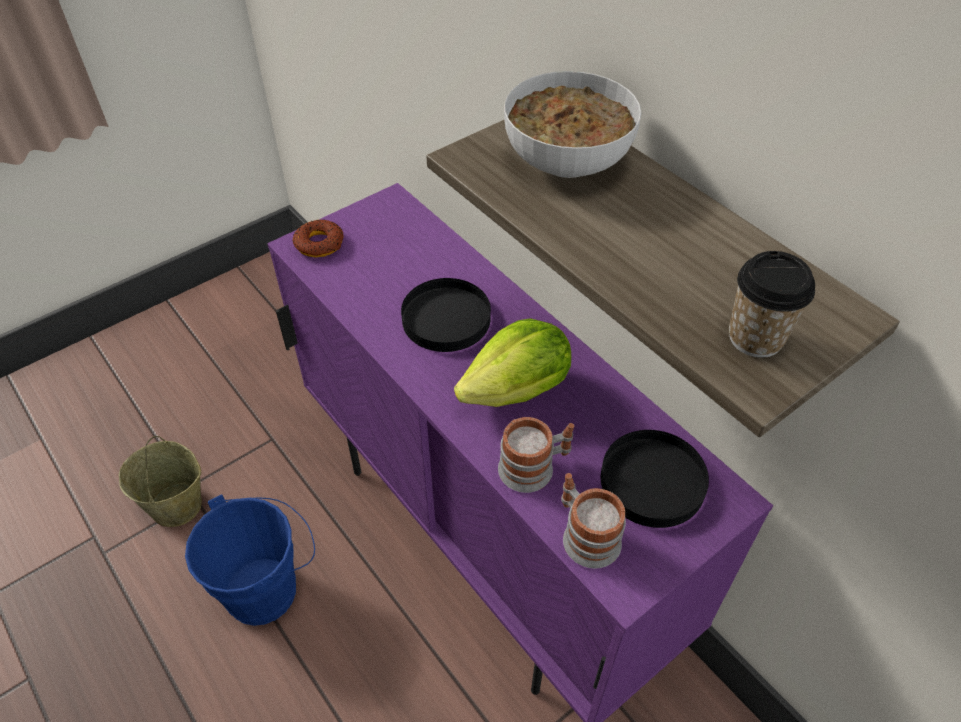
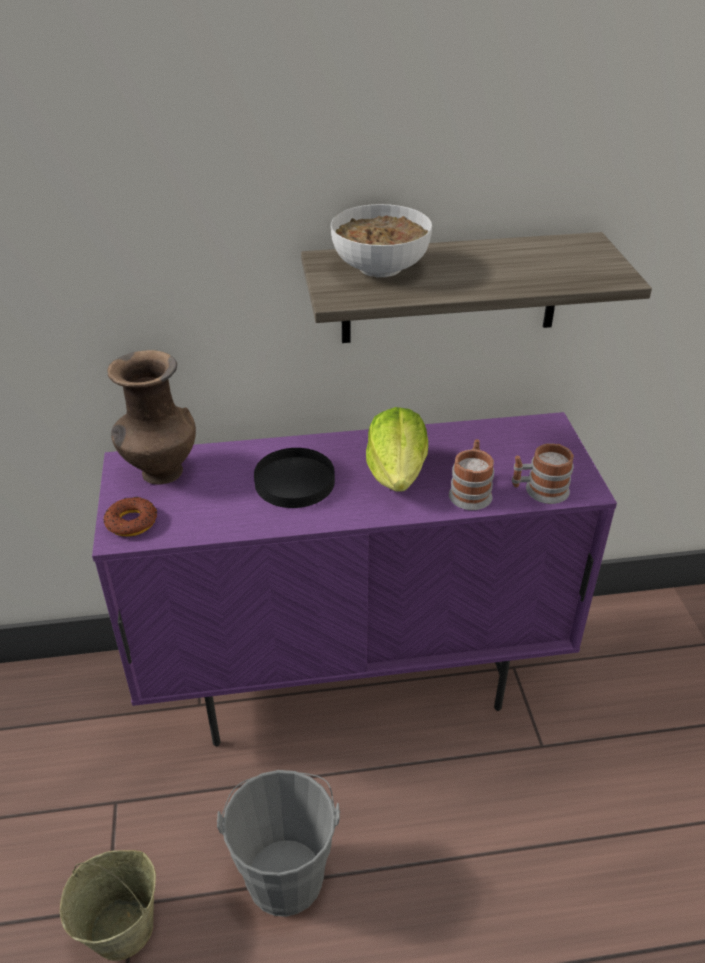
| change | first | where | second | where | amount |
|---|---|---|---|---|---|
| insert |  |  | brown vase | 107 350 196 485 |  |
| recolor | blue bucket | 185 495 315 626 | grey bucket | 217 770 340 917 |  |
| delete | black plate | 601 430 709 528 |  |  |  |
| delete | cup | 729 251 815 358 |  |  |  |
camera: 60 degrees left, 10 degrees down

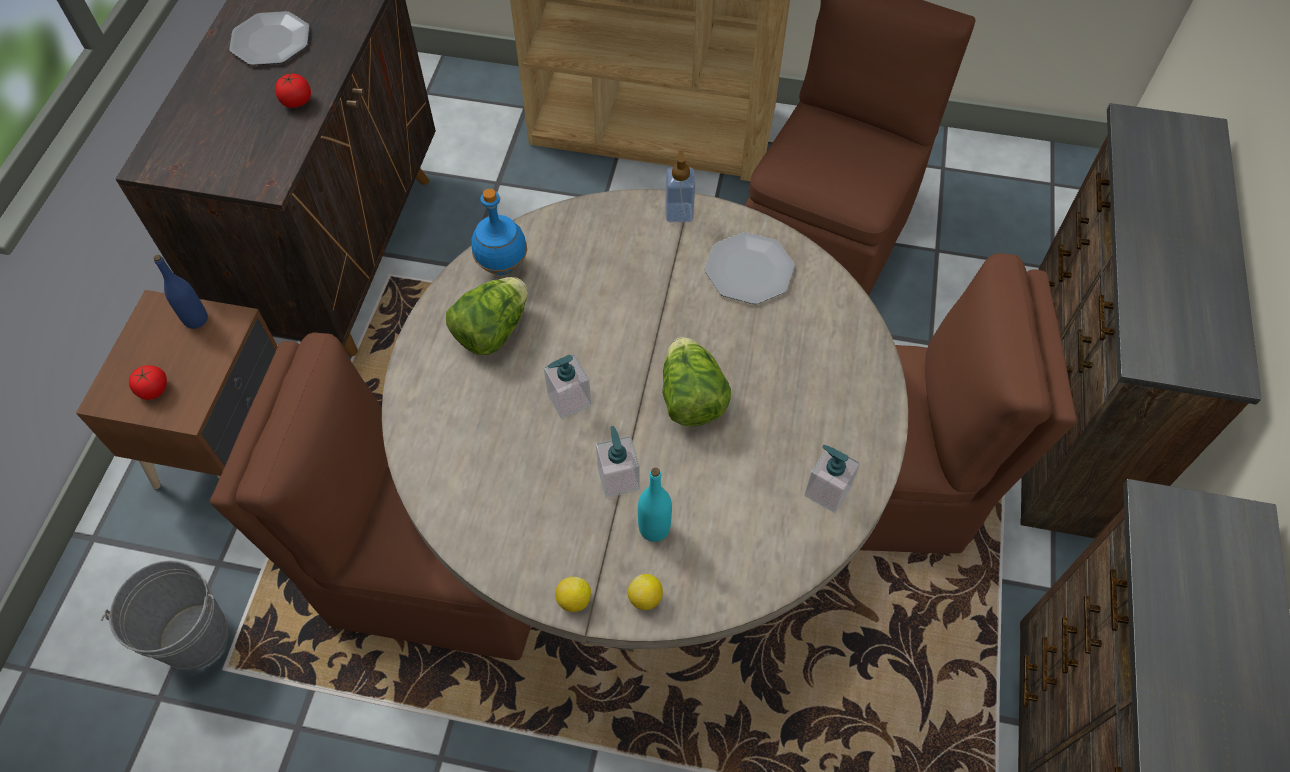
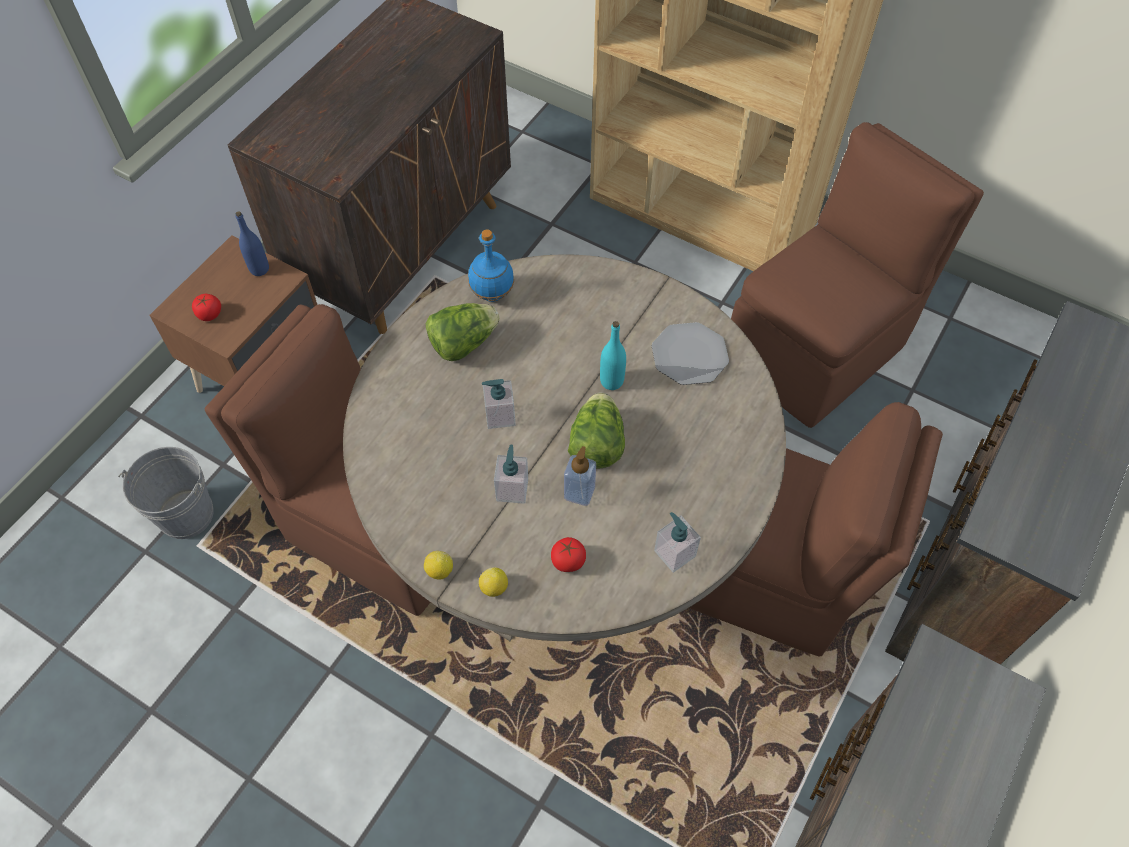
| change | first | where | second | where | amount |
|---|---|---|---|---|---|
| move | tomato | 275 73 311 108 |  | 551 537 586 572 |  |
| move | soap dispenser | 665 151 695 222 |  | 564 446 596 506 |  |
| move | turquoise bottle | 638 468 672 542 |  | 600 321 626 390 |  |
| delete | plate | 229 11 310 65 |  |  |  |
camera: 20 degrees right, 0 degrees up

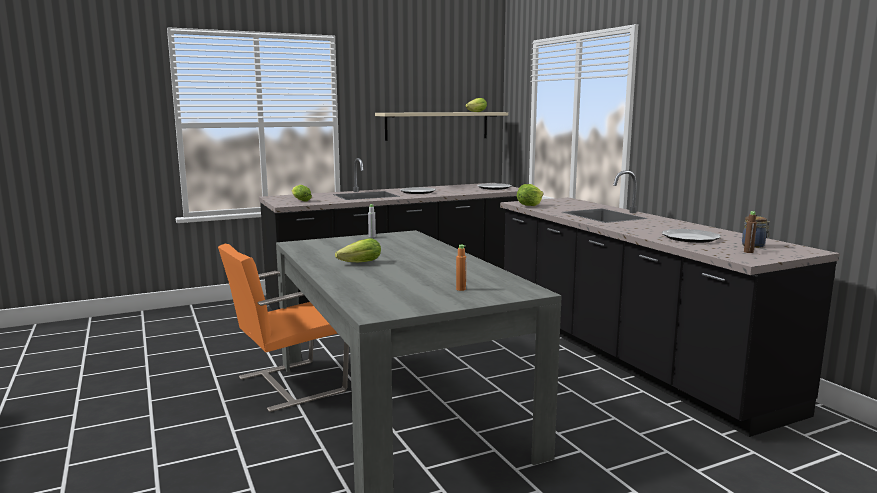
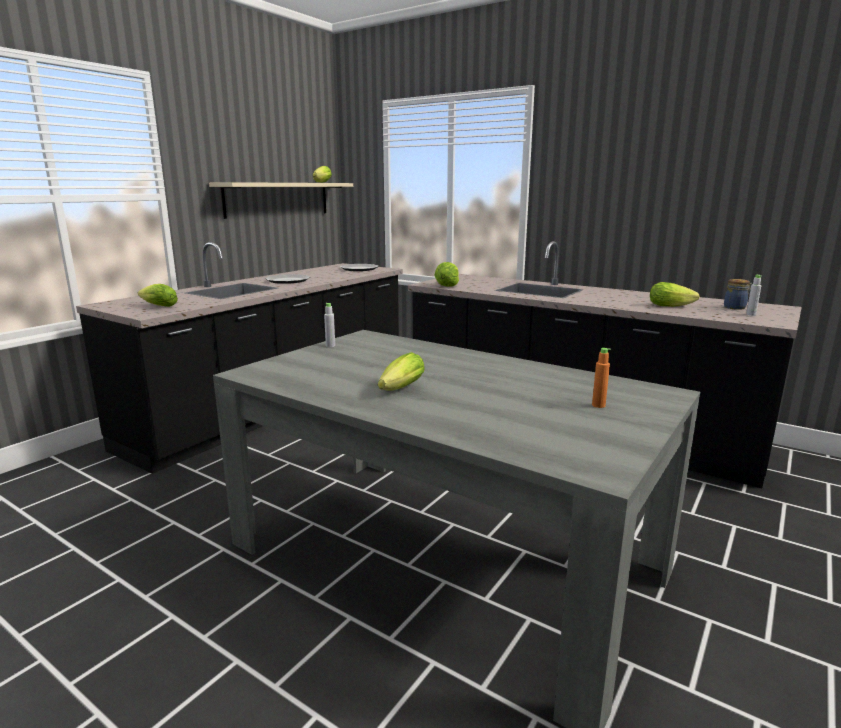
| change | first | where | second | where | amount |
|---|---|---|---|---|---|
| replace | plate | 662 229 721 243 | lettuce | 650 282 700 307 |  |
| recolor | brown bottle | 744 211 757 253 | grey bottle | 746 275 761 316 |  |
| delete | orange chair | 218 244 349 412 |  |  |  |
camera: 30 degrees left, 5 degrees up

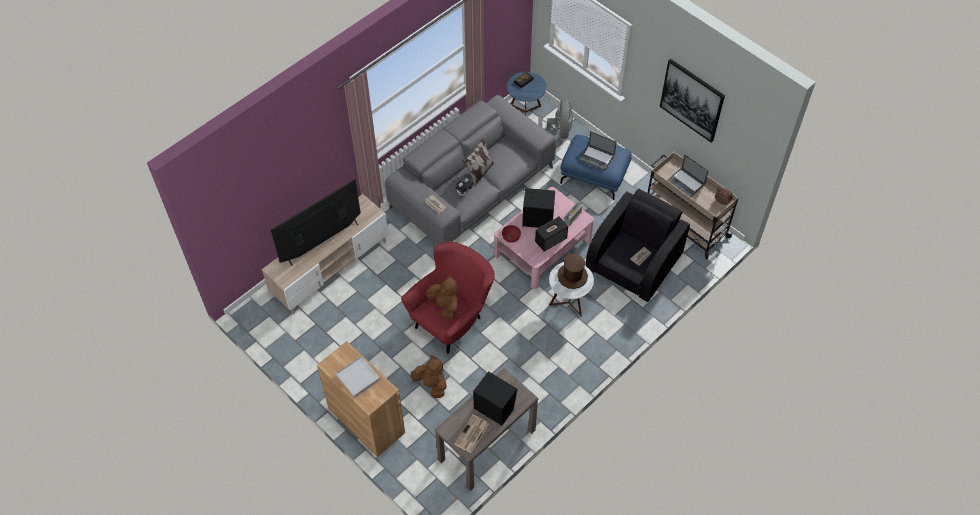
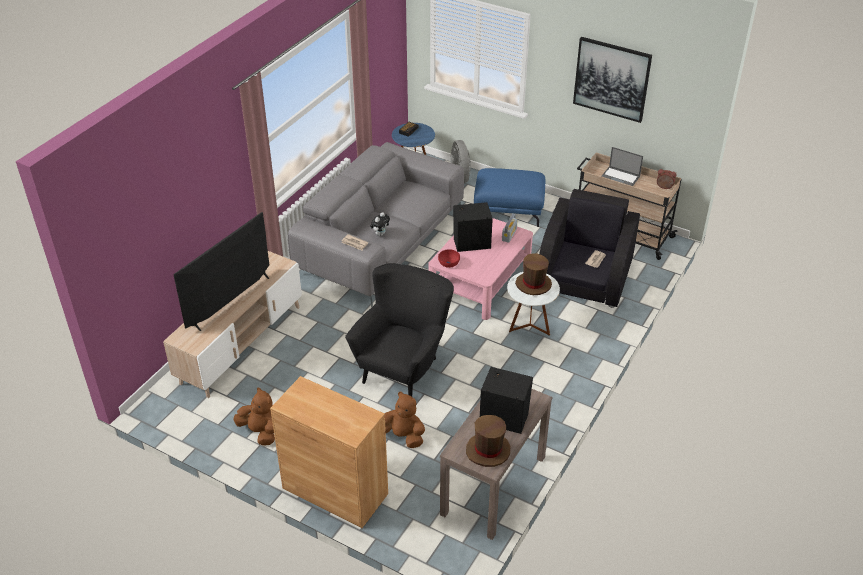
| change | first | where | second | where | amount |
|---|---|---|---|---|---|
| move | brown plush toy | 426 275 458 320 |  | 233 387 275 446 |  |
| recolor | red armchair | 401 242 495 354 | black armchair | 345 263 454 396 |  |
| replace | newspaper | 455 415 489 453 | brown hat | 466 415 510 467 |  |
| delete | white tray | 336 356 380 398 |  |  |  |
| delete | pillow | 463 138 494 187 |  |  |  |
| delete | speaker | 535 216 568 252 |  |  |  |
| delete | laptop | 579 131 617 171 |  |  |  |
camera: 15 degrees left, 15 degrees down

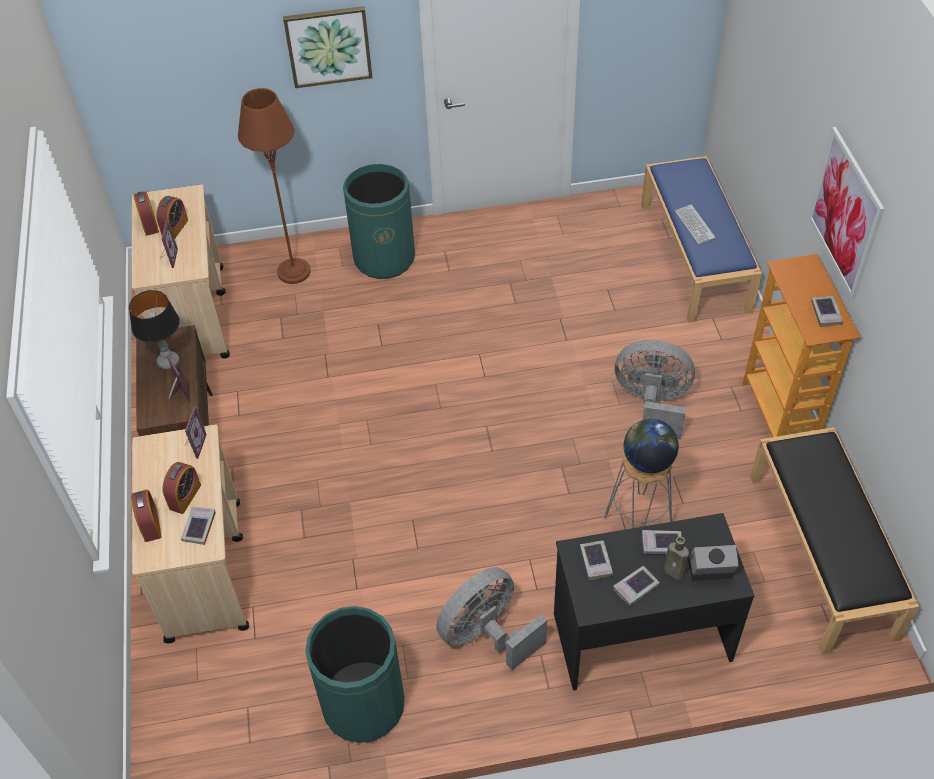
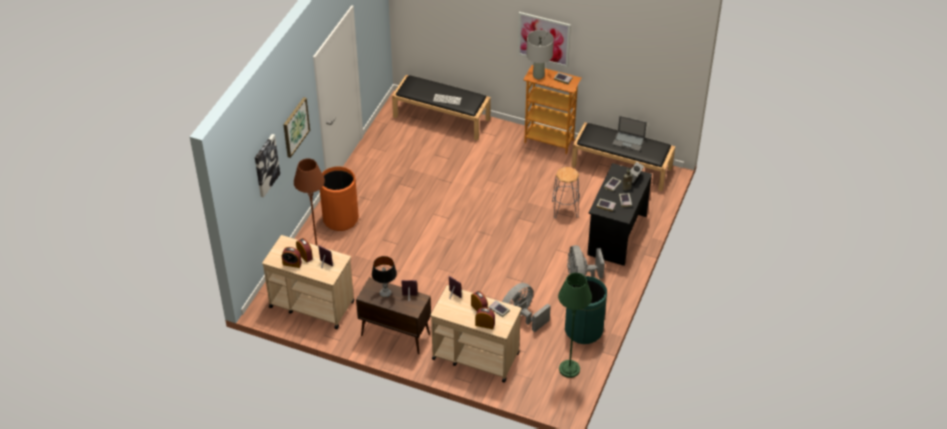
| change | first | where | second | where | amount |
|---|---|---|---|---|---|
| insert |  |  | picture | 255 134 280 198 |  |
| recolor | green trash can | 343 164 415 279 | orange trash can | 320 167 359 231 |  |
| recolor | blue bench | 641 156 762 323 | black bench | 392 75 491 141 |  |
| move | grey fan | 615 340 695 439 |  | 502 283 551 332 |  |
| insert |  |  | grey table lamp | 526 30 554 79 |  |
| insert |  |  | green floor lamp | 558 273 592 378 |  |
| insert |  |  | laptop | 612 116 647 151 |  |
| delete | globe | 624 419 679 473 |  |  |  |
camera: 60 degrees left, 5 degrees down

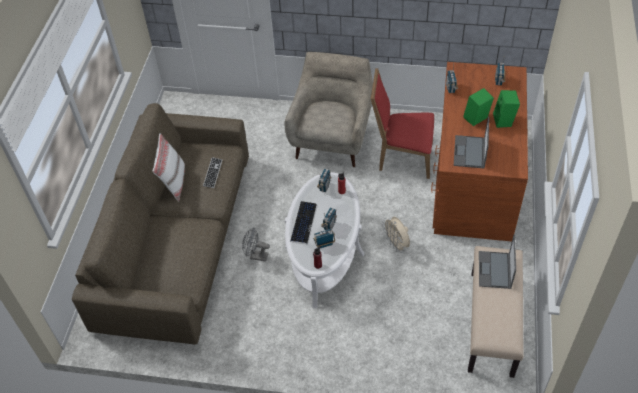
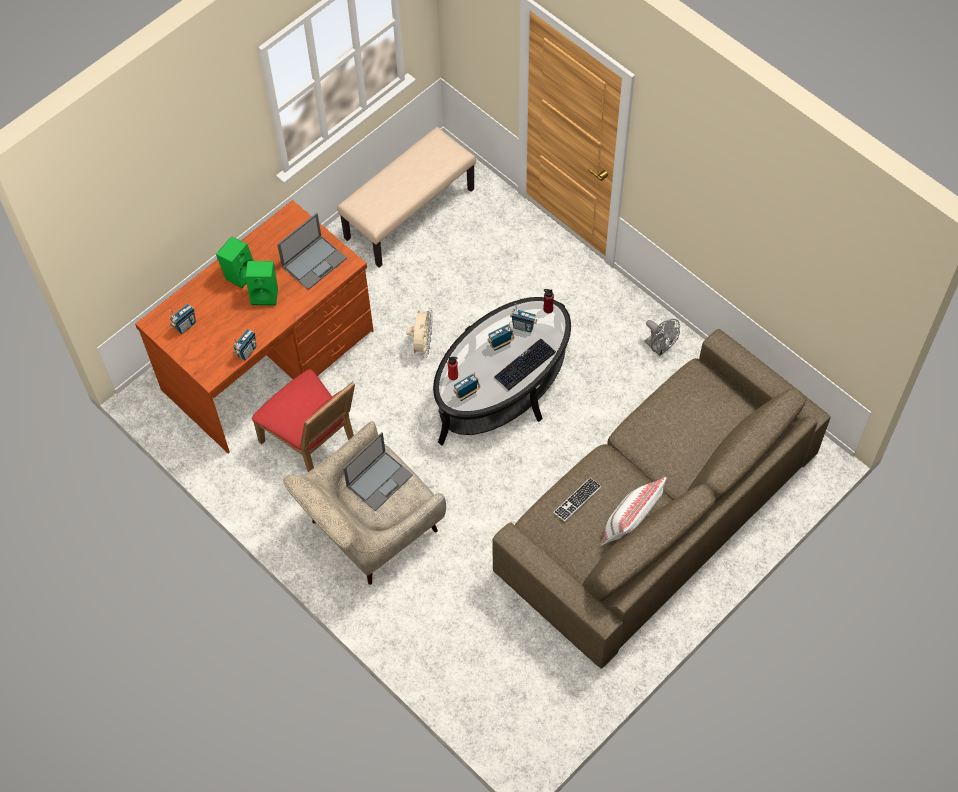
| change | first | where | second | where | amount |
|---|---|---|---|---|---|
| move | laptop | 479 235 516 289 |  | 343 432 413 511 |  |
| recolor | white coffee table | 285 172 364 308 | black coffee table | 433 297 571 446 |  |
| move | grey fan | 242 228 270 262 |  | 645 319 680 356 |  |
camera: 145 degrees left, 10 degrees up

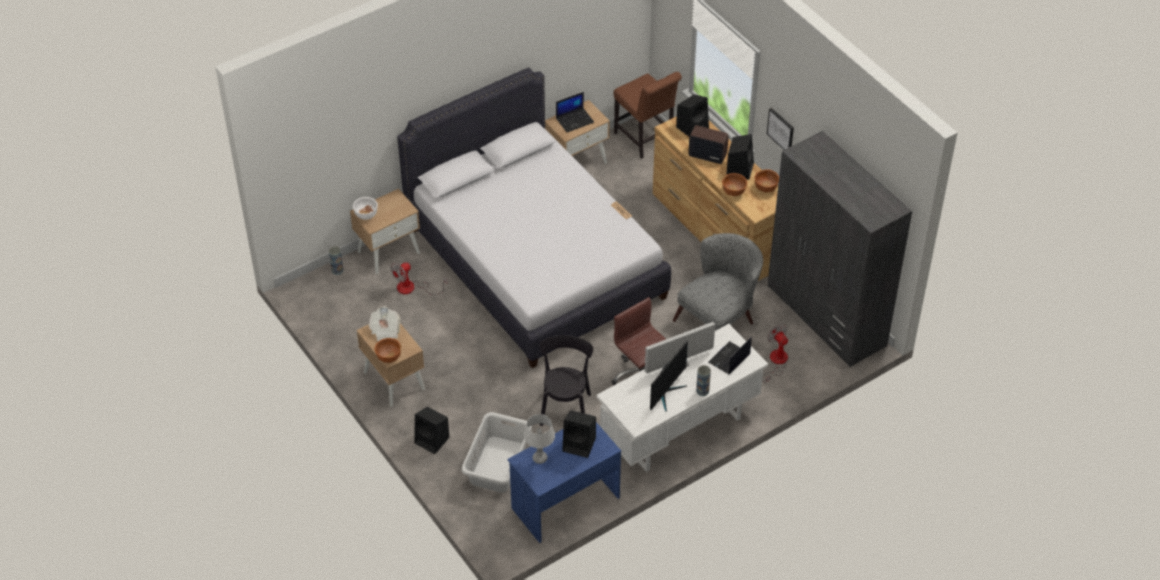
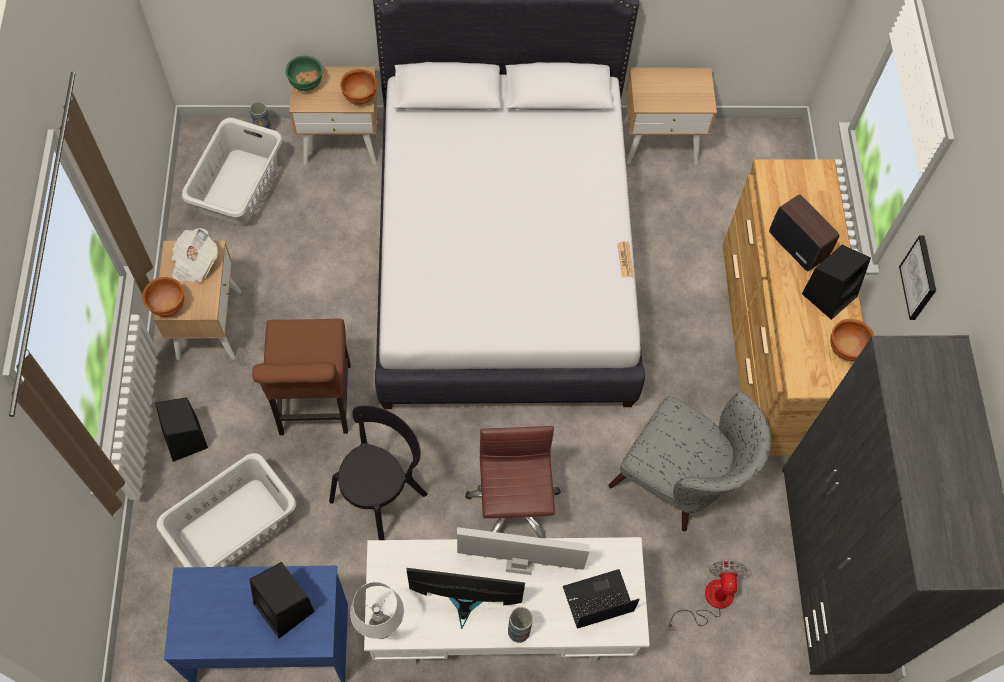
| change | first | where | second | where | amount |
|---|---|---|---|---|---|
| insert |  |  | grey laundry basket | 182 118 283 226 |  |
| move | brown chair | 614 72 682 159 |  | 252 318 351 435 |  |
| recolor | white bowl | 353 197 378 220 | green bowl | 285 56 323 91 |  |
| move | brown bowl | 722 173 747 196 |  | 340 69 377 104 |  |
| move | grey table lamp | 524 414 555 464 |  | 350 582 404 639 |  |
| rotate | monitor | 650 341 688 412 |  | 406 568 525 629 | 150 degrees counterclockwise |
| rotate | grey armchair | 673 233 763 331 |  | 608 391 771 532 | 45 degrees clockwise |
| delete | fan | 390 262 447 295 |  |  |  |
| delete | laptop | 556 92 594 132 |  |  |  |
| delete | black speaker | 676 94 709 137 |  |  |  |
camera: 30 degrees right, 15 degrees up

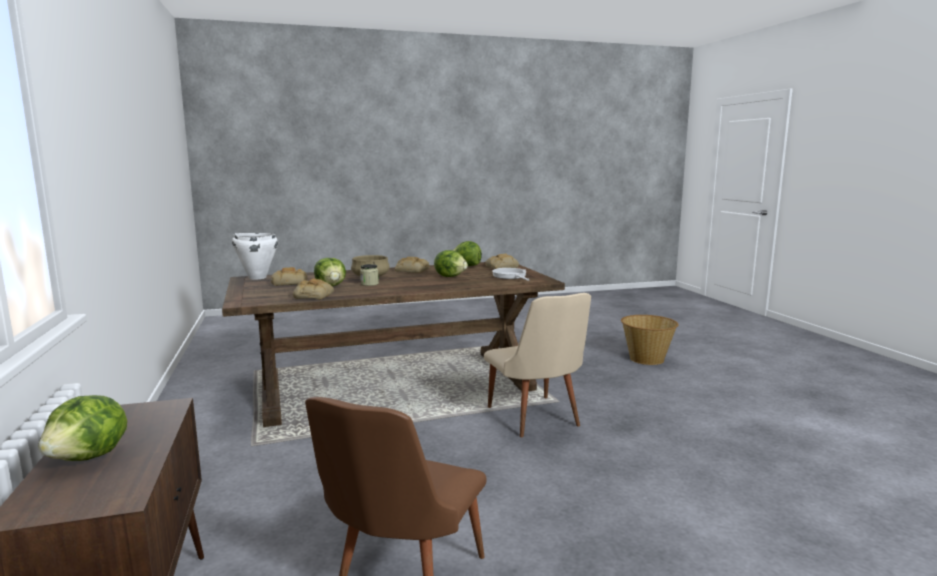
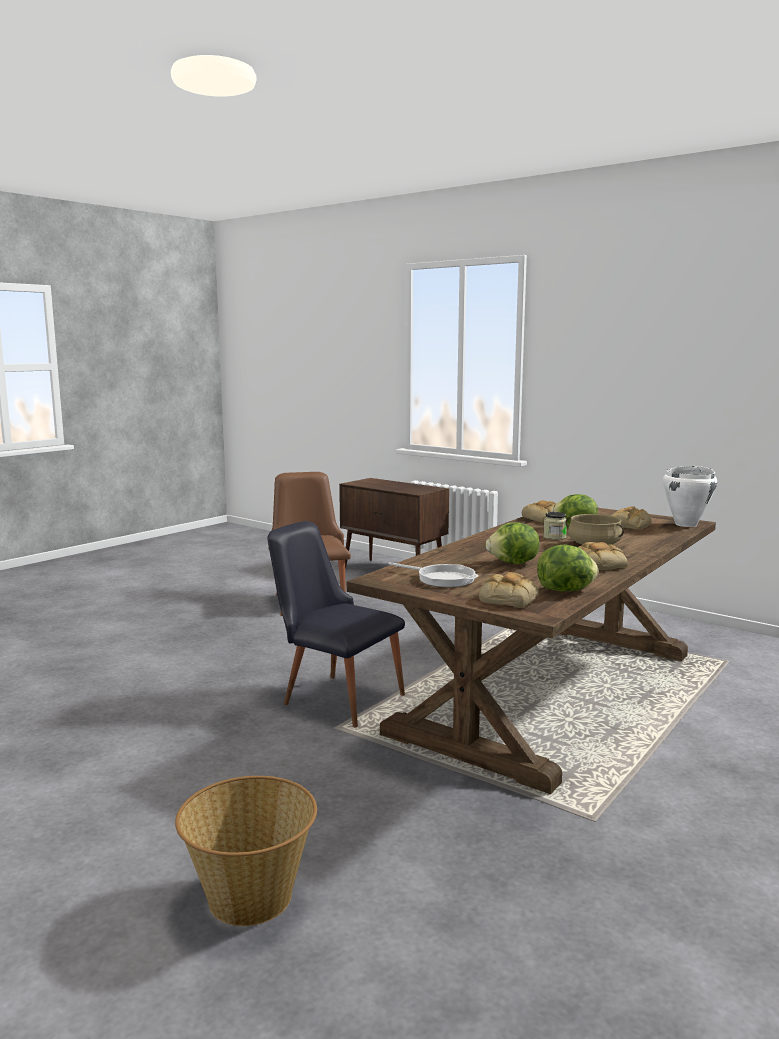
| change | first | where | second | where | amount |
|---|---|---|---|---|---|
| recolor | beige chair | 484 293 591 437 | black chair | 267 521 405 727 |  |
| delete | lettuce | 38 395 127 461 |  |  |  |
camera: 145 degrees right, 0 degrees up

